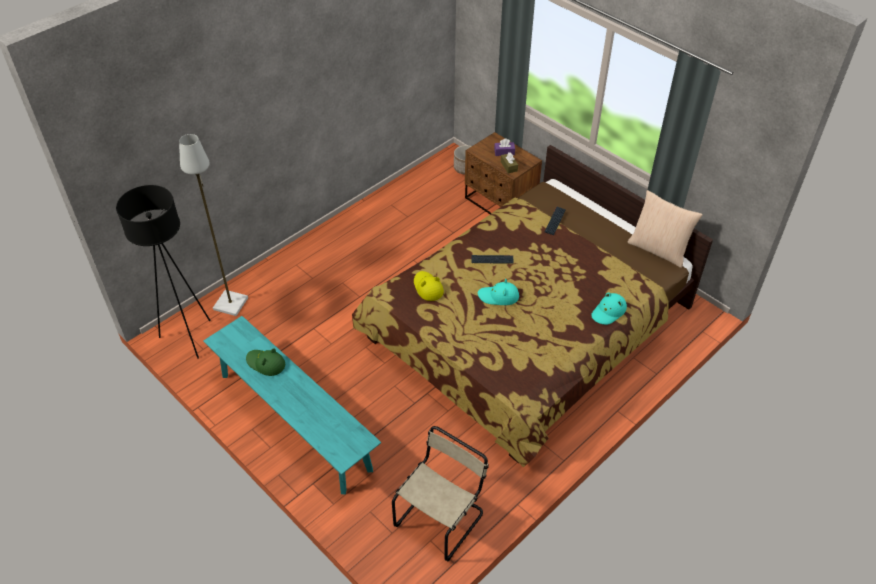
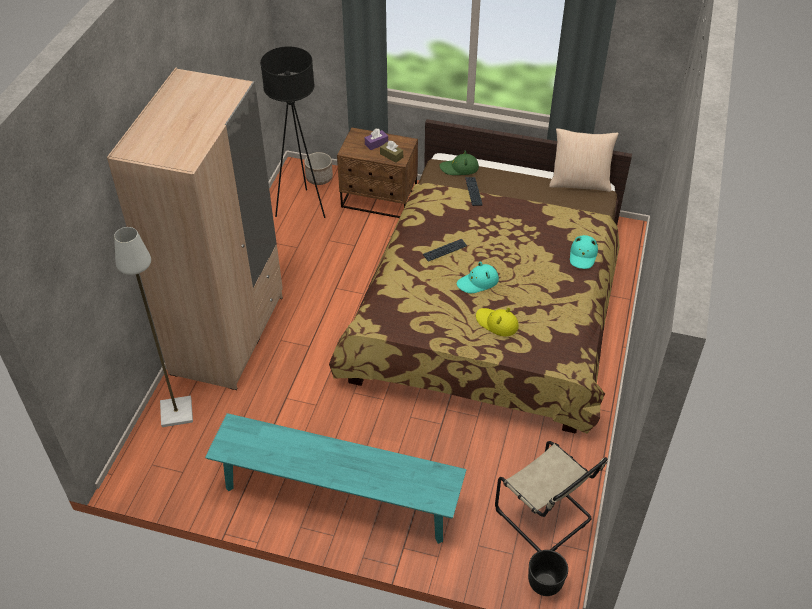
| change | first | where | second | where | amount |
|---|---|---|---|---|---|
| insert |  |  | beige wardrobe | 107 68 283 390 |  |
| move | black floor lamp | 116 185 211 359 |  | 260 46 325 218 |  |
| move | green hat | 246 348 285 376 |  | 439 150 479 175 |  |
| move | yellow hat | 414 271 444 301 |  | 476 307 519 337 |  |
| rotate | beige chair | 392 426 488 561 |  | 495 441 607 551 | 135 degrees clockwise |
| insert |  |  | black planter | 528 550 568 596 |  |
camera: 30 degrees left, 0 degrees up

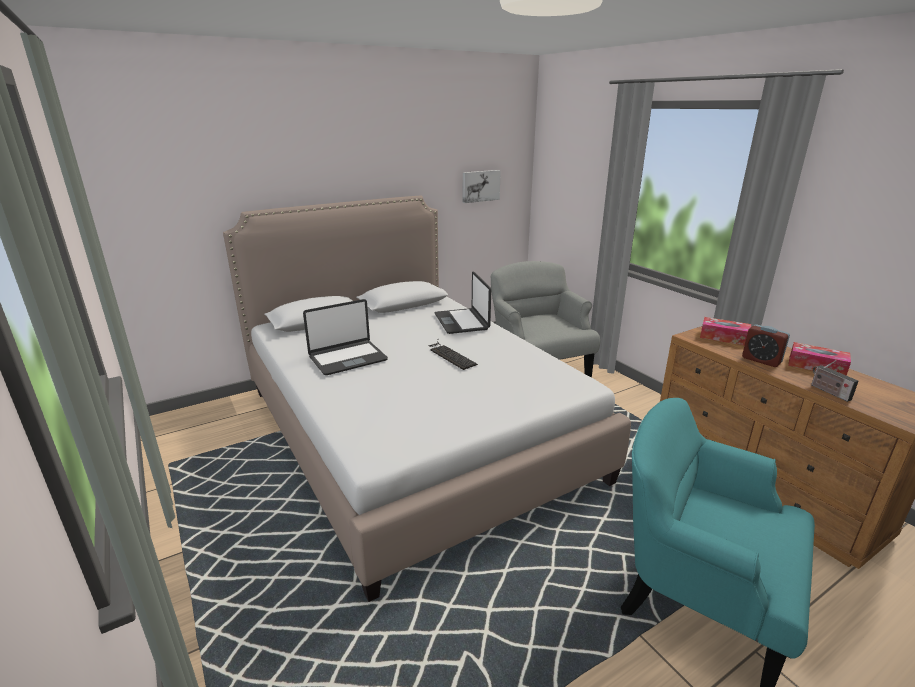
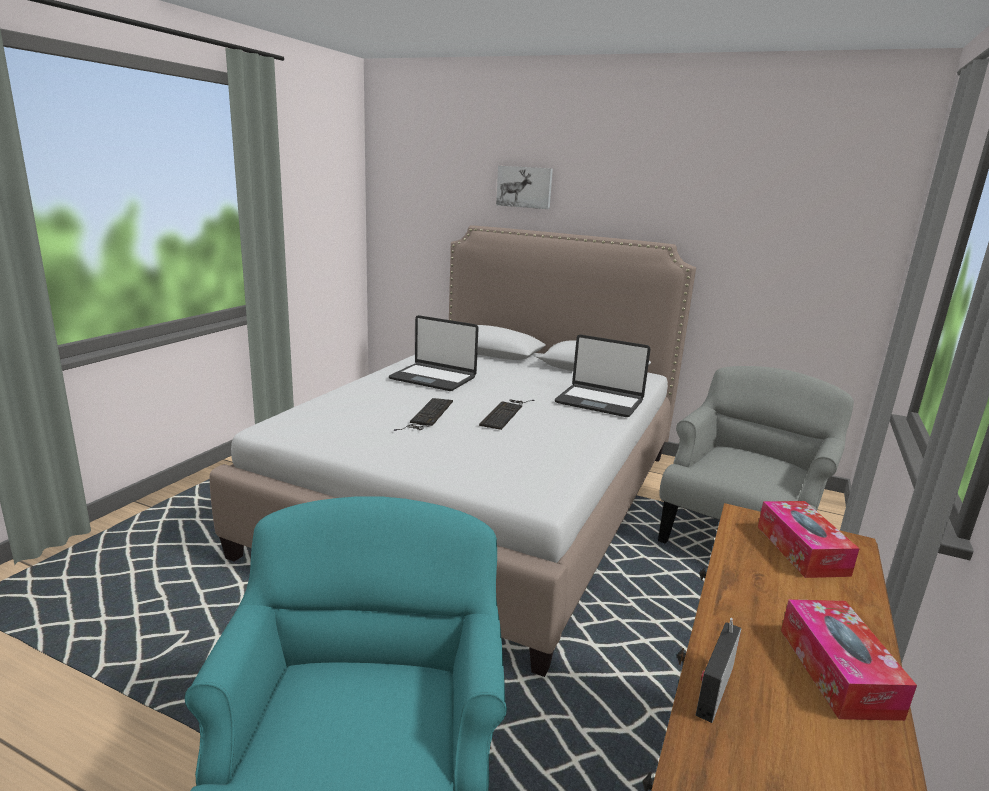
| change | first | where | second | where | amount |
|---|---|---|---|---|---|
| insert |  |  | keyboard | 394 398 453 431 |  |
| move | picture | 463 170 501 203 |  | 496 166 553 209 |  |
| rotate | laptop | 435 272 491 334 |  | 555 334 651 417 | 105 degrees counterclockwise |
| delete | alarm clock | 742 324 790 367 |  |  |  |
camera: 55 degrees right, 5 degrees down

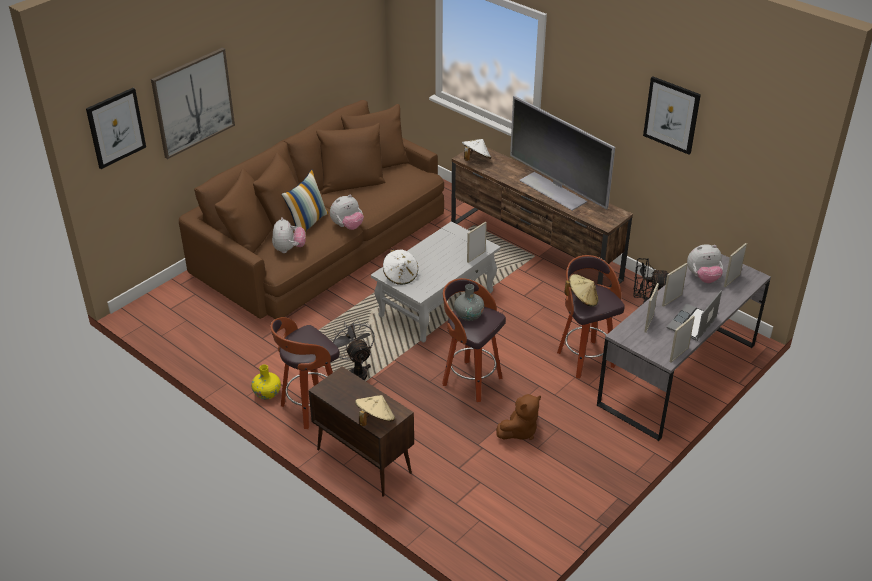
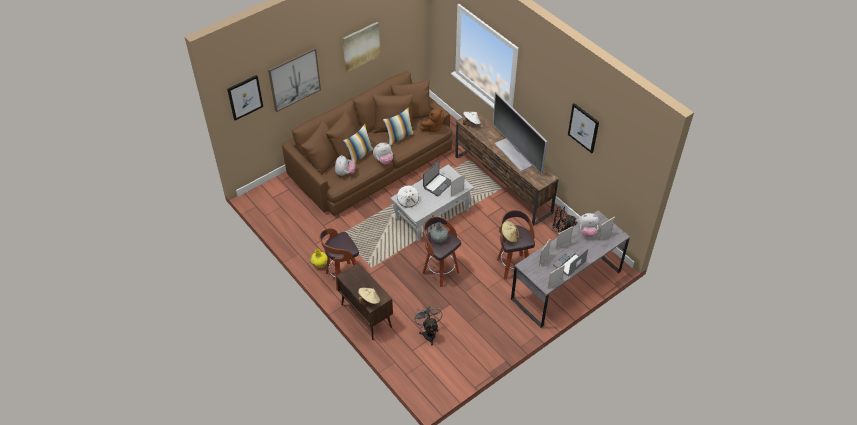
| change | first | where | second | where | amount |
|---|---|---|---|---|---|
| insert |  |  | picture | 343 22 380 72 |  |
| insert |  |  | pillow | 383 107 415 146 |  |
| move | grey fan | 330 319 375 381 |  | 413 304 442 345 |  |
| move | brown plush toy | 496 394 541 440 |  | 420 108 444 133 |  |
| insert |  |  | laptop | 423 160 452 197 |  |
camera: 10 degrees right, 10 degrees up

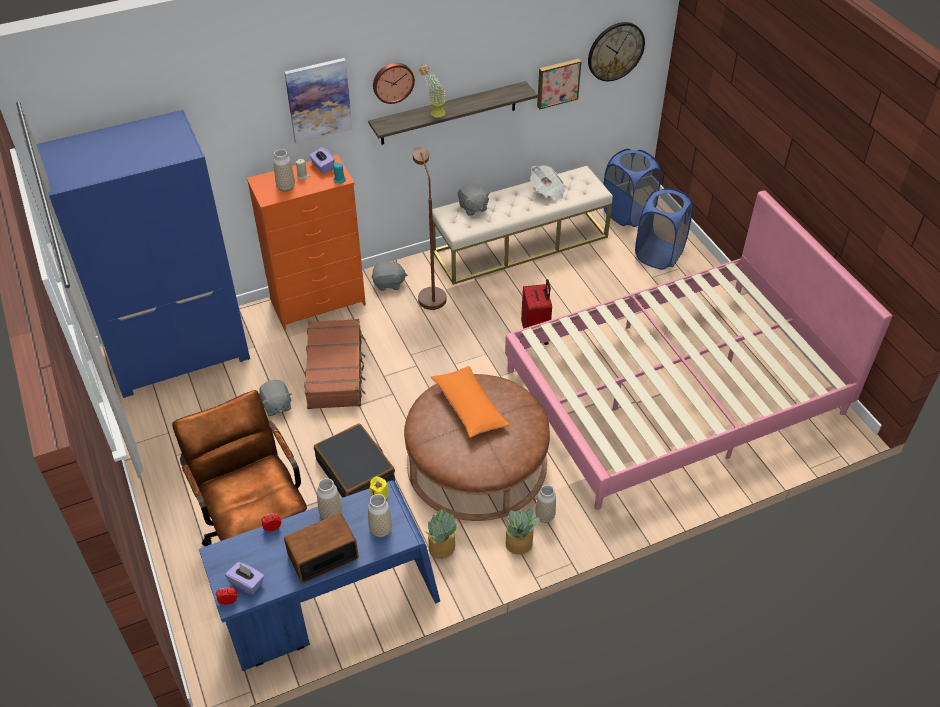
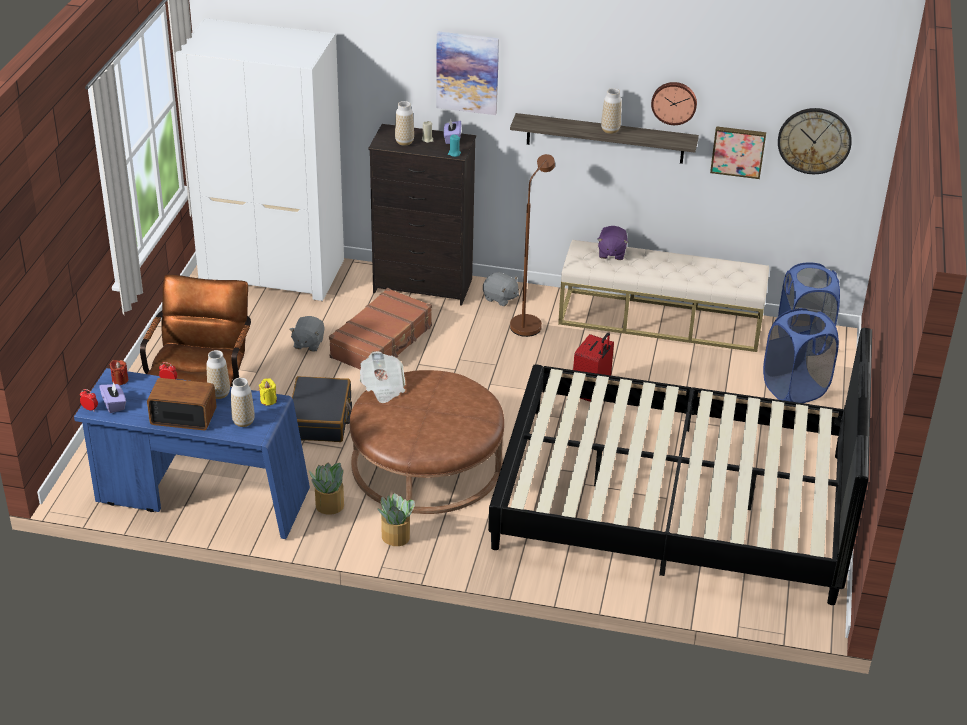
| change | first | where | second | where | amount |
|---|---|---|---|---|---|
| insert |  |  | red candle | 110 360 128 385 |  |
| recolor | blue wardrobe | 36 110 250 398 | white wardrobe | 175 18 344 301 |  |
| move | newspaper | 530 165 566 201 |  | 360 351 405 403 |  |
| recolor | orange dresser | 247 154 366 330 | black dresser | 368 124 476 305 |  |
| recolor | pink bed | 505 190 892 510 | black bed | 488 328 872 605 |  |
| recolor | grey plush toy | 458 183 490 216 | purple plush toy | 597 226 628 260 |  |
| move | vase | 535 485 556 523 |  | 601 88 621 134 |  |
| move | wall clock | 373 63 415 104 |  | 651 82 697 125 |  |
| delete | potted plant | 419 64 446 117 |  |  |  |
| delete | orange pillow | 431 366 510 438 |  |  |  |
camera: 35 degrees right, 10 degrees down

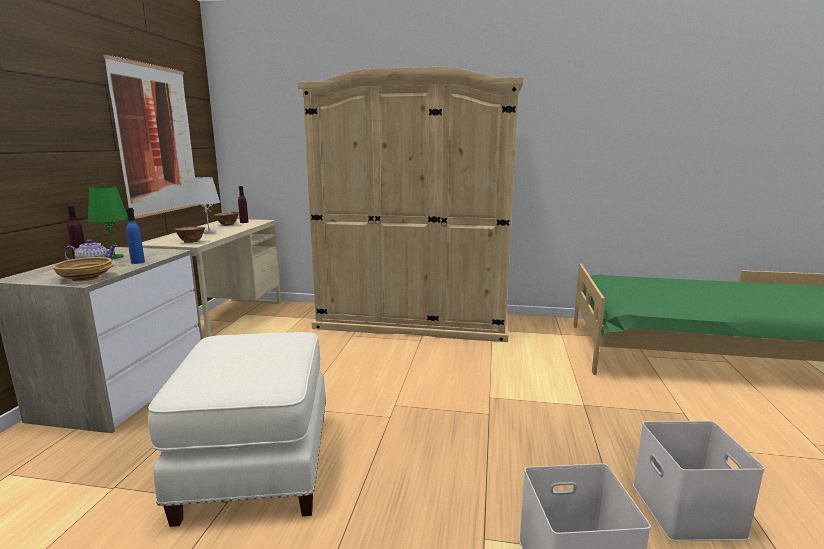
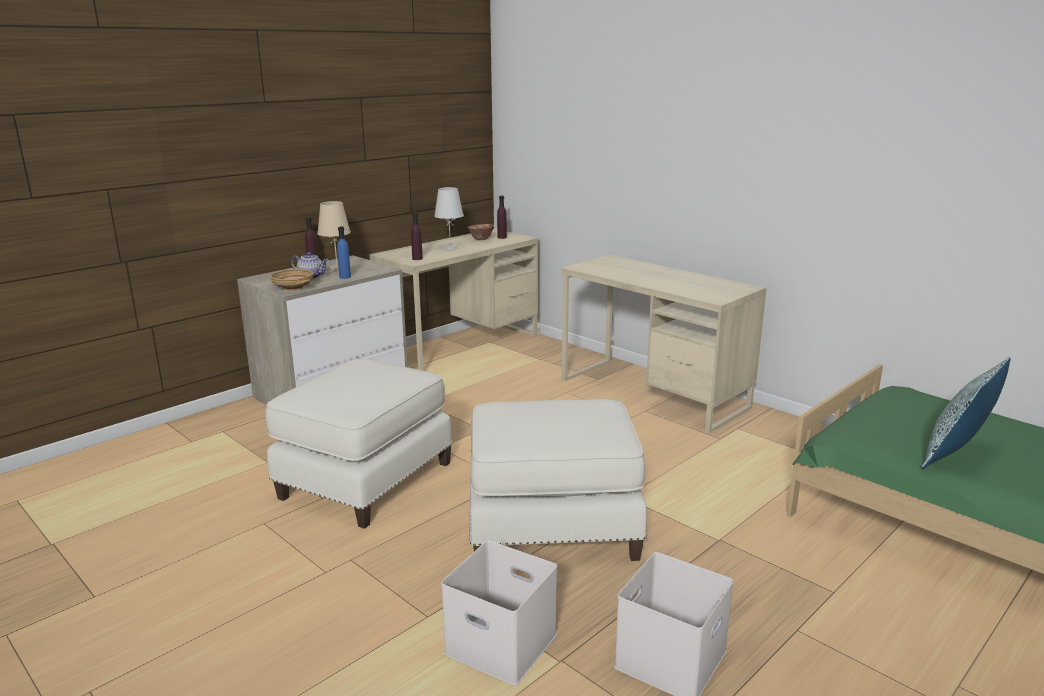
| change | first | where | second | where | amount |
|---|---|---|---|---|---|
| recolor | green table lamp | 87 186 128 259 | beige table lamp | 317 201 351 270 |  |
| replace | bowl | 174 227 205 243 | purple bottle | 411 212 423 260 |  |
| insert |  |  | white ottoman | 469 399 647 561 |  |
| replace | beige wardrobe | 297 67 523 342 | beige desk | 561 255 766 433 |  |
| insert |  |  | pillow | 922 357 1011 469 |  |
| delete | picture | 103 55 198 219 |  |  |  |
camera: 35 degrees right, 5 degrees up

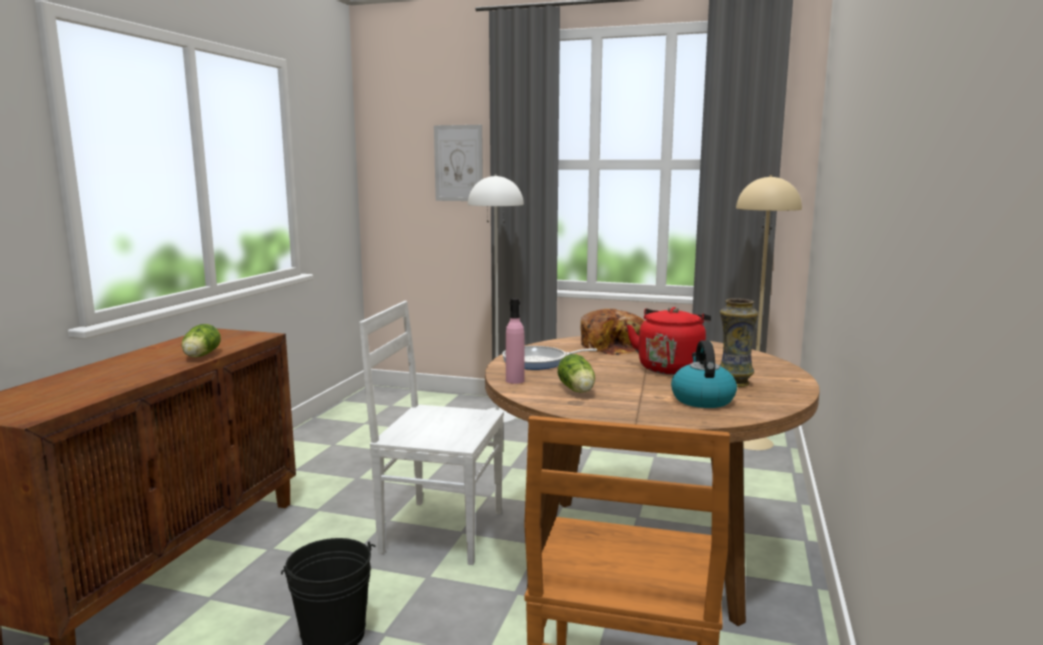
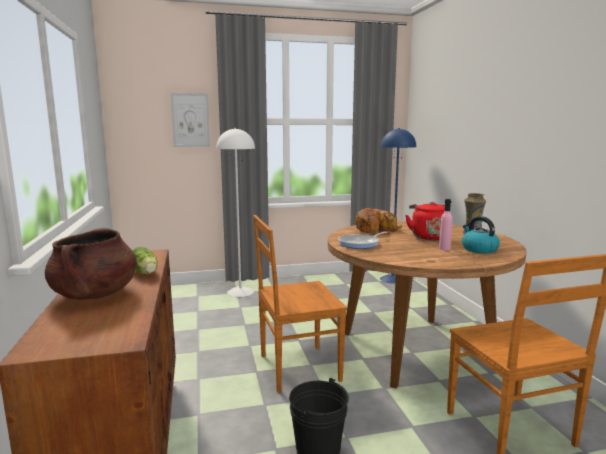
| change | first | where | second | where | amount |
|---|---|---|---|---|---|
| insert |  |  | brown cooking pot | 45 228 137 300 |  |
| recolor | white chair | 359 301 504 565 | brown chair | 253 215 347 393 |  |
| recolor | beige floor lamp | 736 175 802 450 | blue floor lamp | 380 128 416 284 |  |
| move | pink bottle | 506 298 525 384 |  | 439 199 453 251 |  |
| delete | lettuce | 558 354 595 393 |  |  |  |
camera: 30 degrees left, 0 degrees up

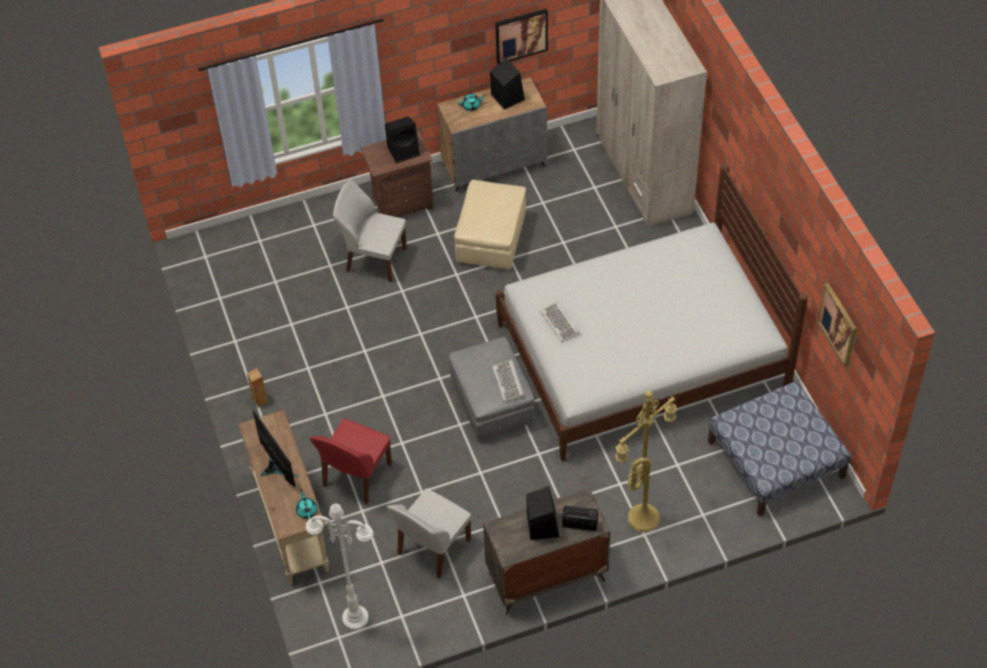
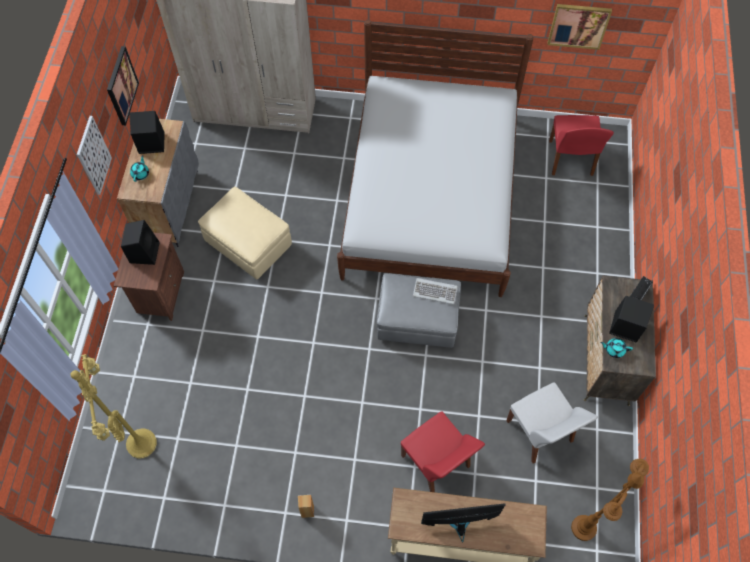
| change | first | where | second | where | amount |
|---|---|---|---|---|---|
| move | yellow floor lamp | 615 391 677 533 |  | 70 354 157 458 |  |
| insert |  |  | picture | 77 116 112 195 |  |
| replace | ottoman | 708 381 851 517 | red chair | 549 115 614 176 |  |
| recolor | white floor lamp | 306 503 373 630 | brown floor lamp | 571 459 649 541 |  |
| move | turquoise teapot | 296 489 317 520 |  | 600 338 633 358 |  |
| delete | white chair | 333 180 407 282 |  |  |  |
| delete | keyboard | 540 301 580 342 |  |  |  |
camera: 65 degrees left, 10 degrees up

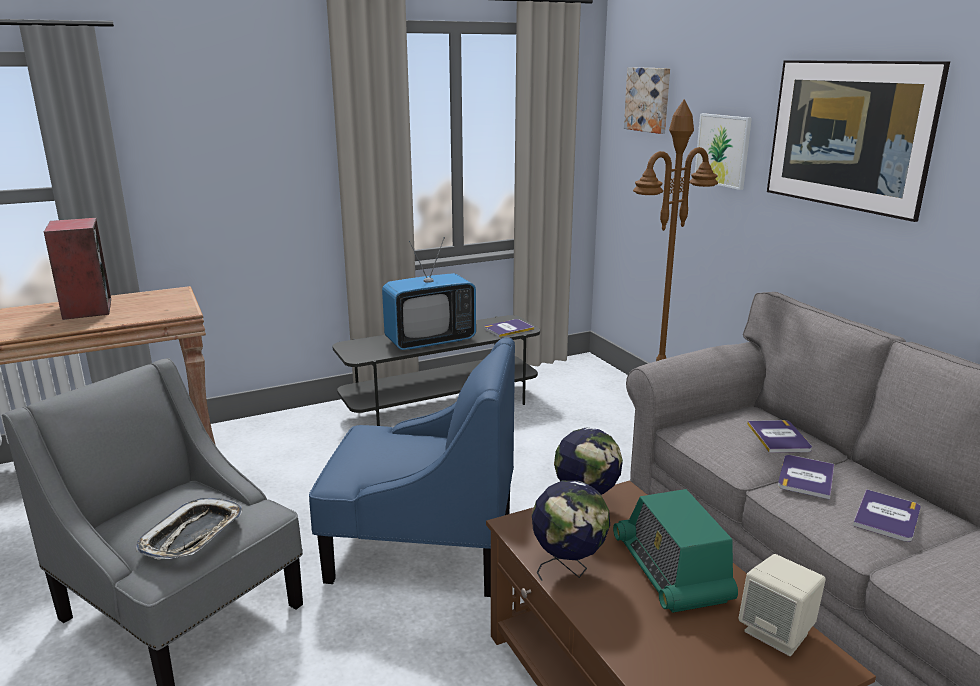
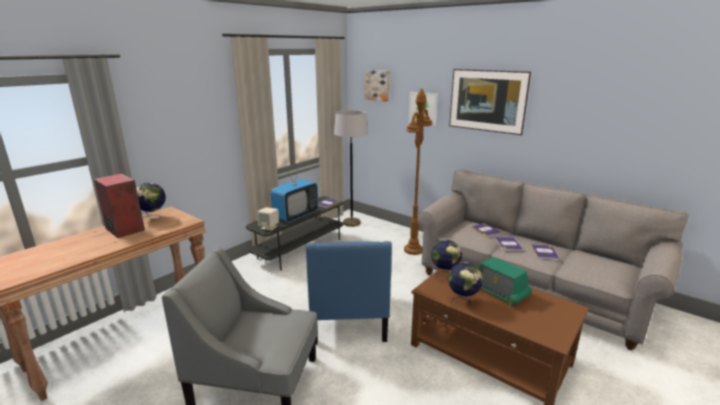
| change | first | where | second | where | amount |
|---|---|---|---|---|---|
| insert |  |  | globe | 136 183 166 220 |  |
| move | beige speaker | 739 554 826 656 |  | 257 207 279 231 |  |
| rotate | blue armchair | 309 338 515 597 |  | 306 241 392 345 | 105 degrees clockwise |
| insert |  |  | grey floor lamp | 334 110 368 227 |  |
| delete | tray | 136 498 243 560 |  |  |  |
camera: 25 degrees left, 0 degrees up

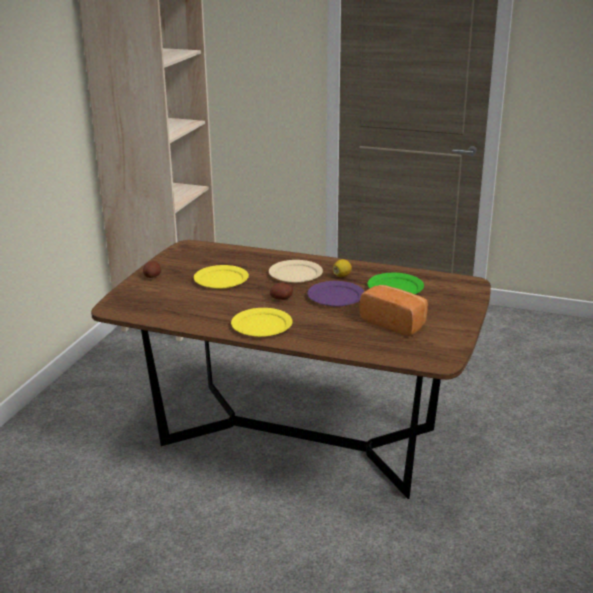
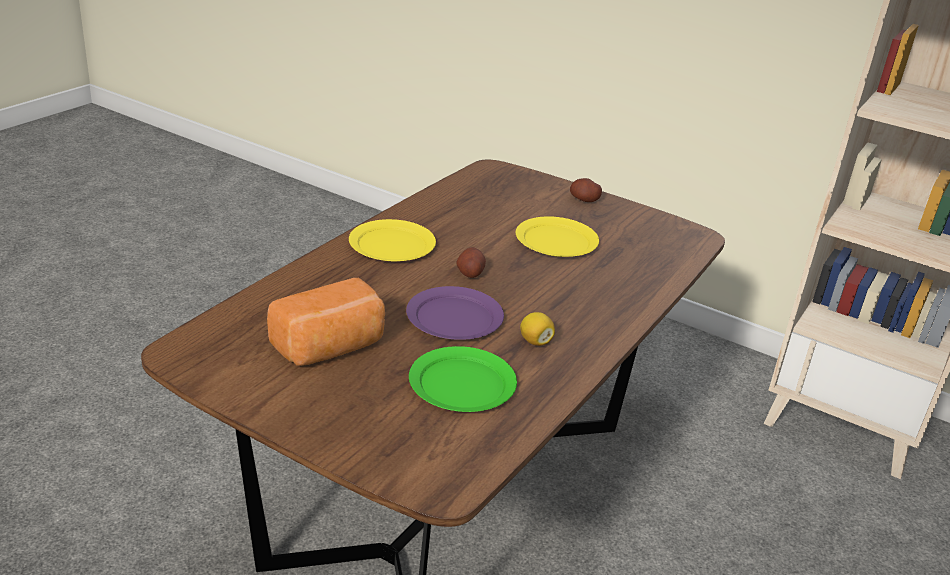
| change | first | where | second | where | amount |
|---|---|---|---|---|---|
| delete | beige plate | 269 260 323 283 |  |  |  |
camera: 100 degrees right, 5 degrees up

